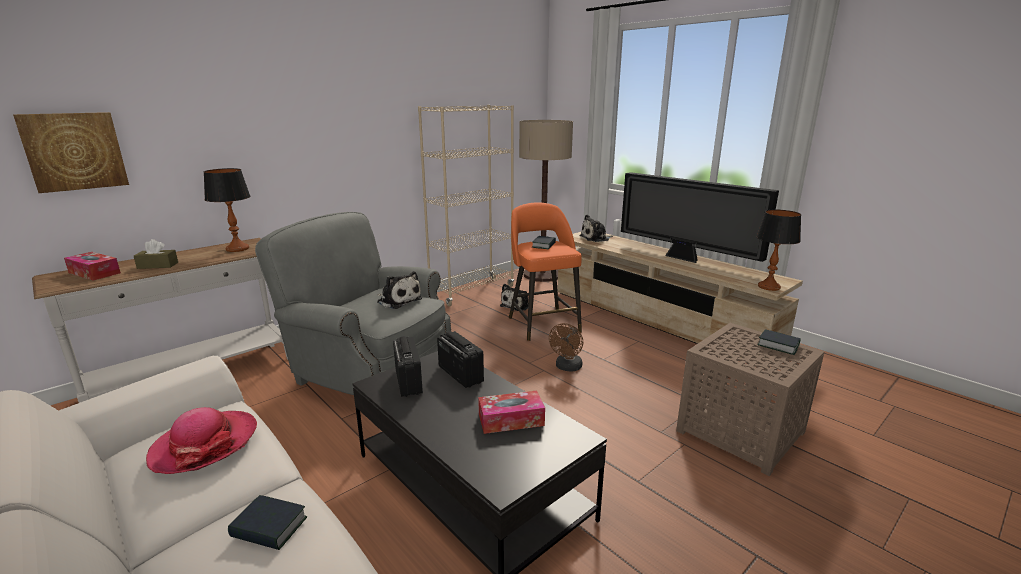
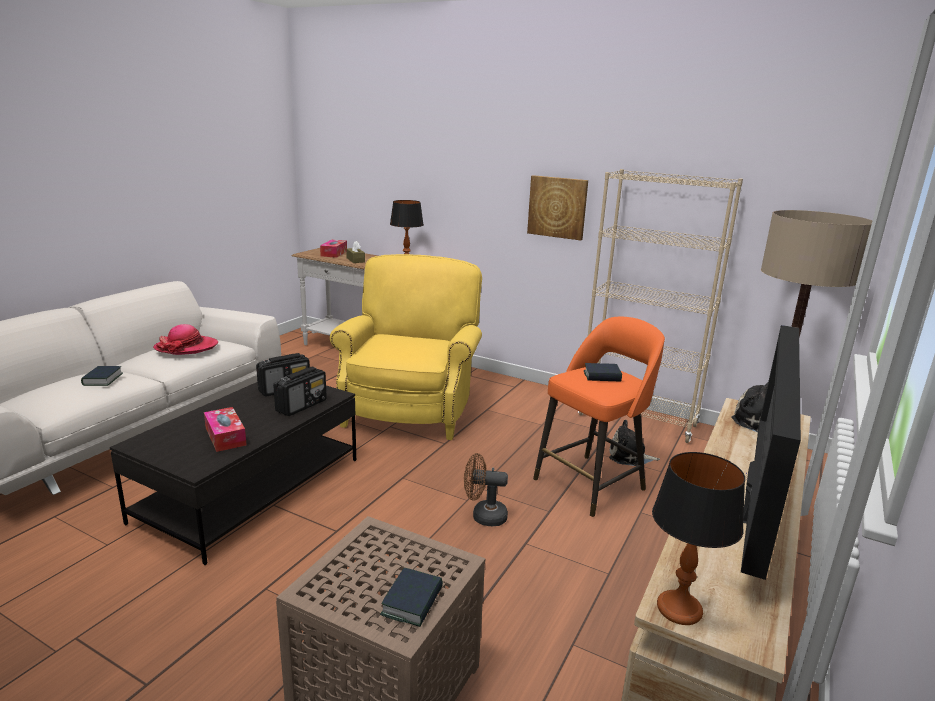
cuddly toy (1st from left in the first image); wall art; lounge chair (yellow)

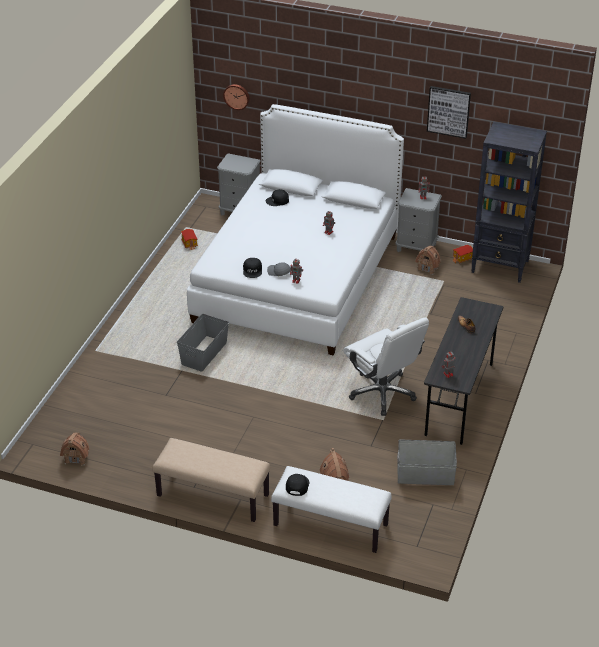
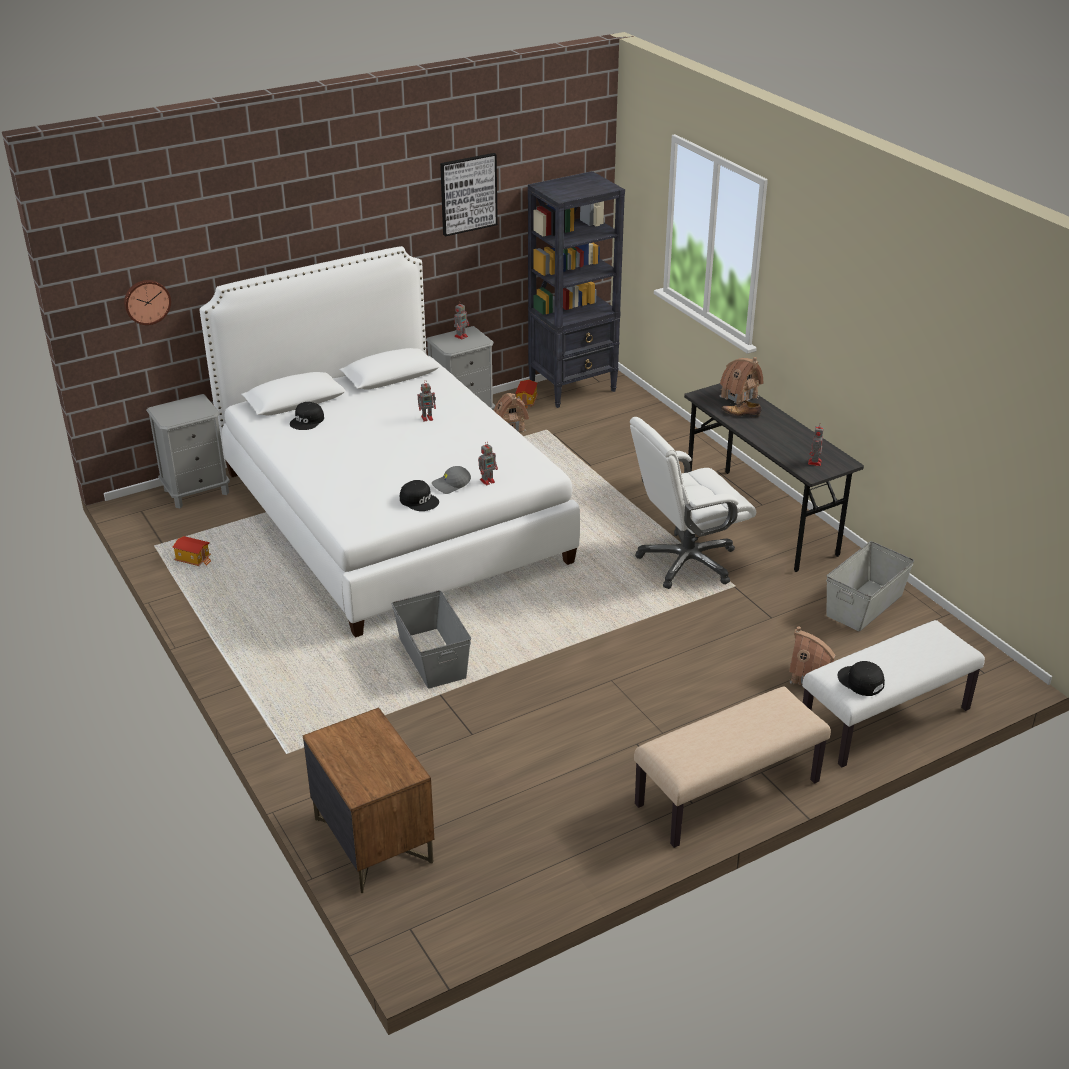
night table (brownish); miniature house (4th from left); office chair (white)

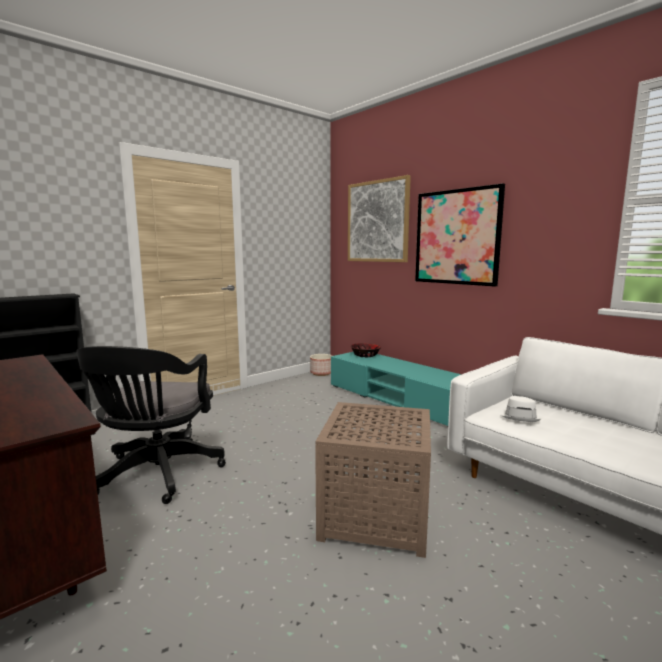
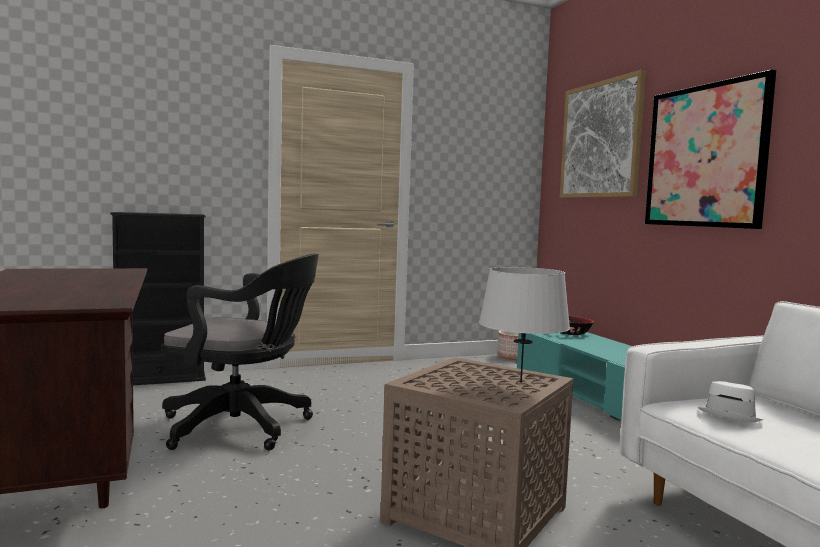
lamp for a table (gray); office chair (black-coloured)

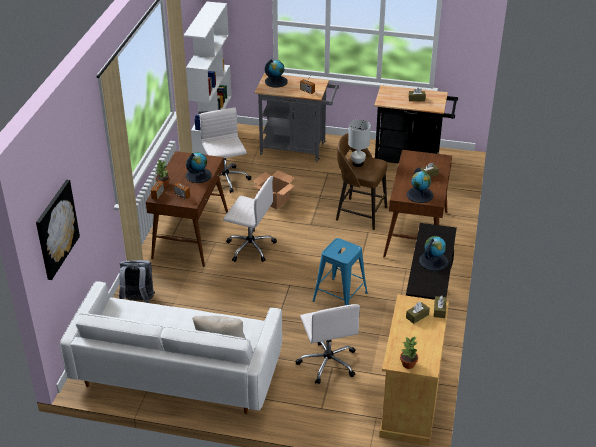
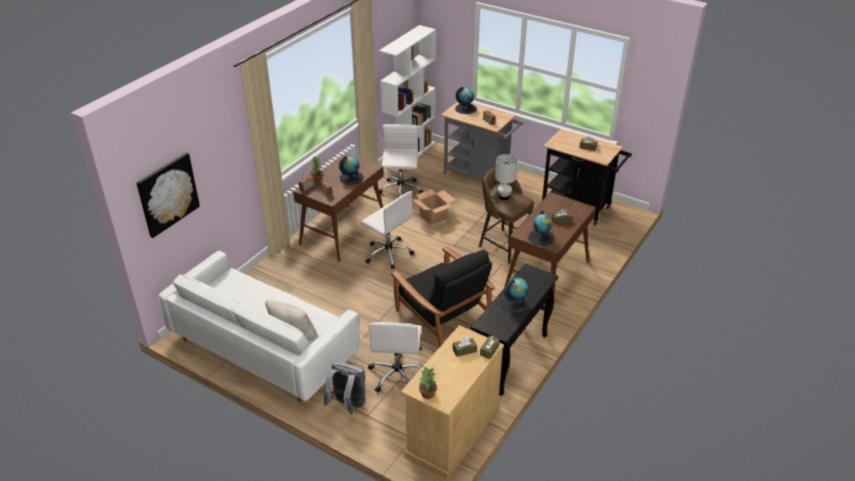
backpack (gray); lounge chair (black-coloured)

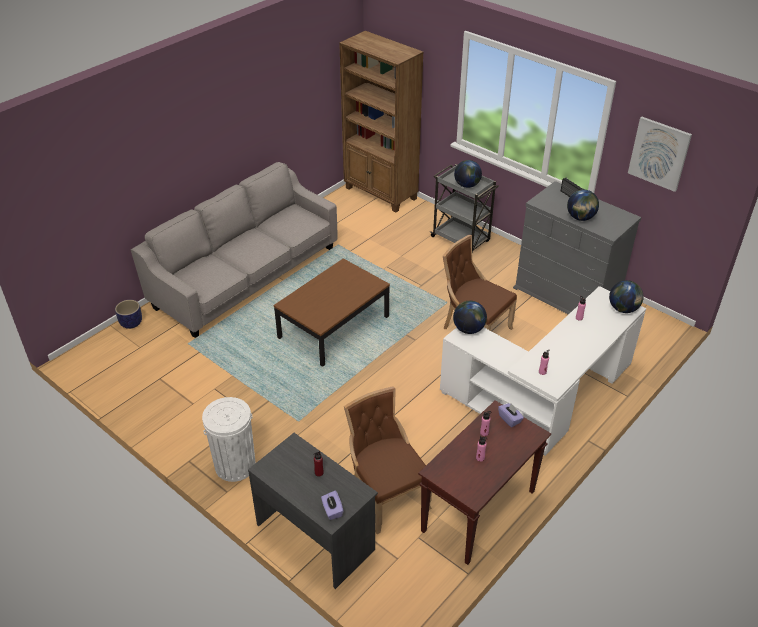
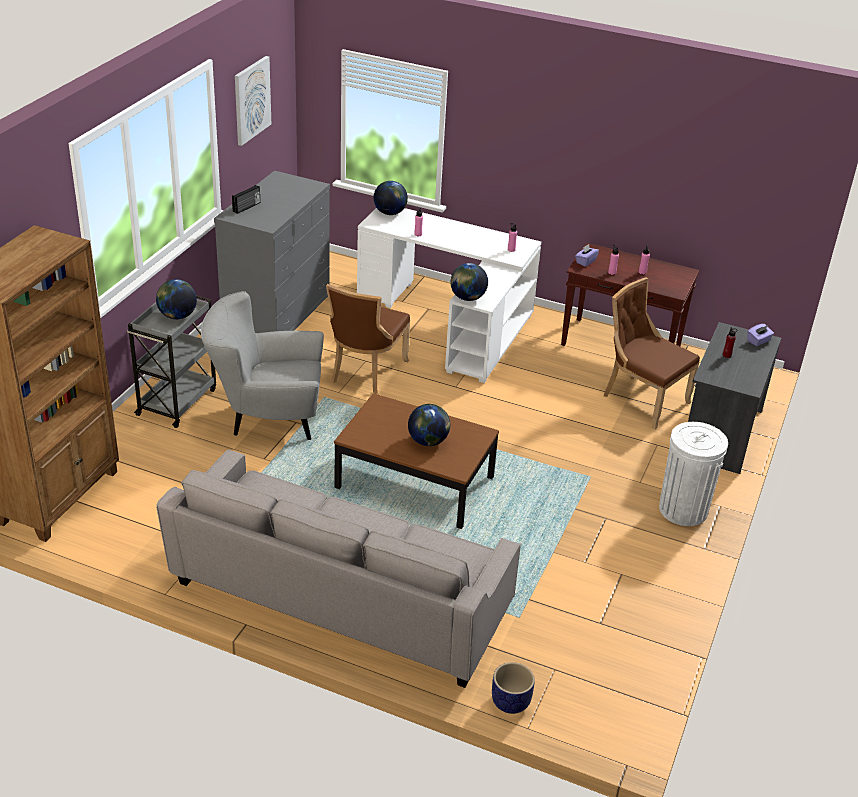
lounge chair (gray); globe (3rd from left); upright chair (brownish) (2nd from left)

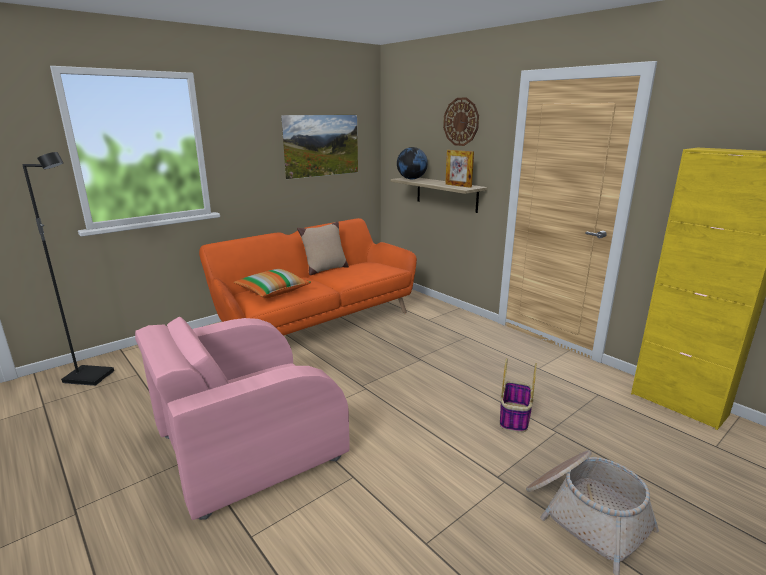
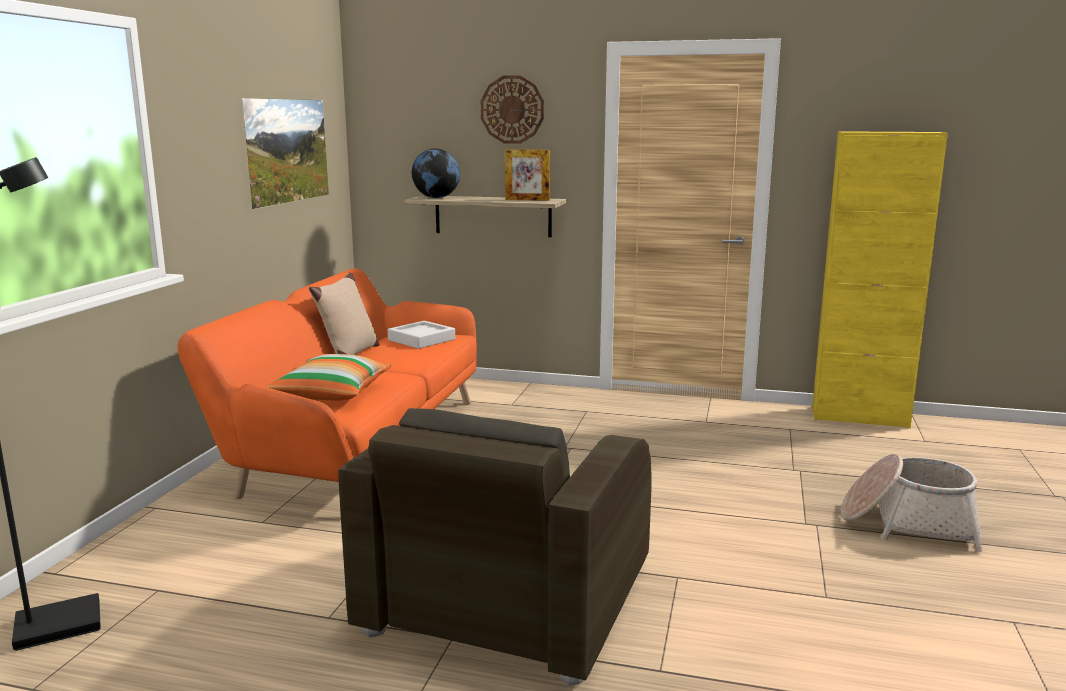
basket (1st from left in the first image); carrying tray (gray); lounge chair (brownish)

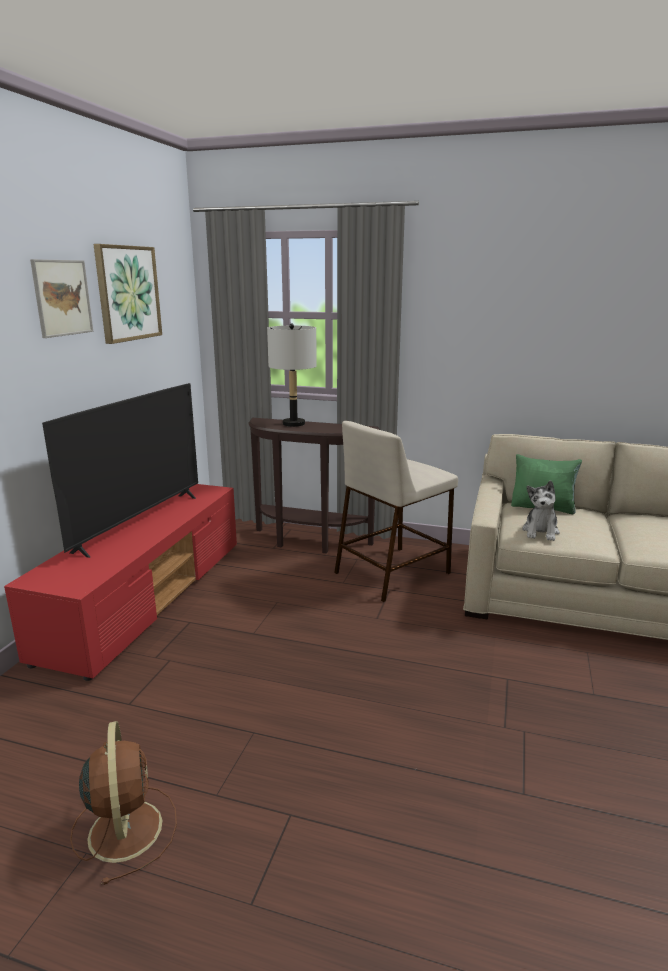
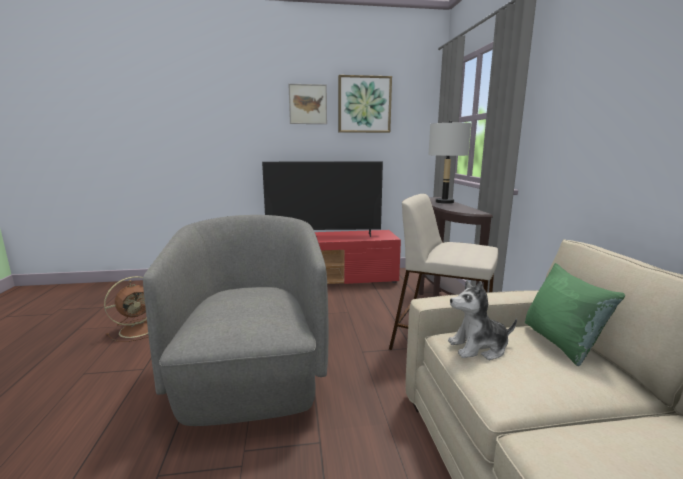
lounge chair (gray)

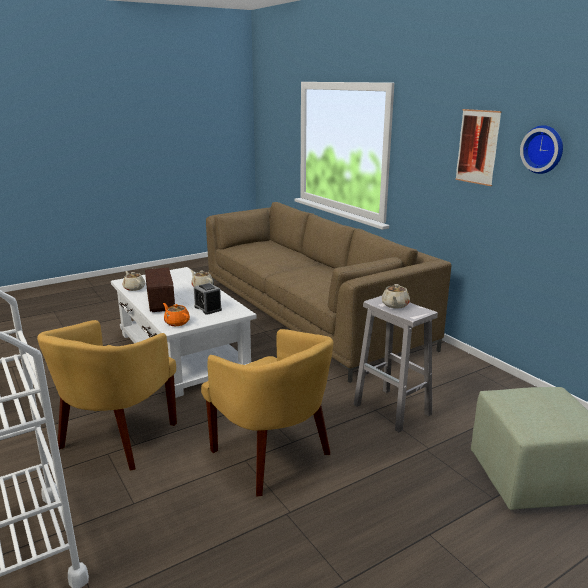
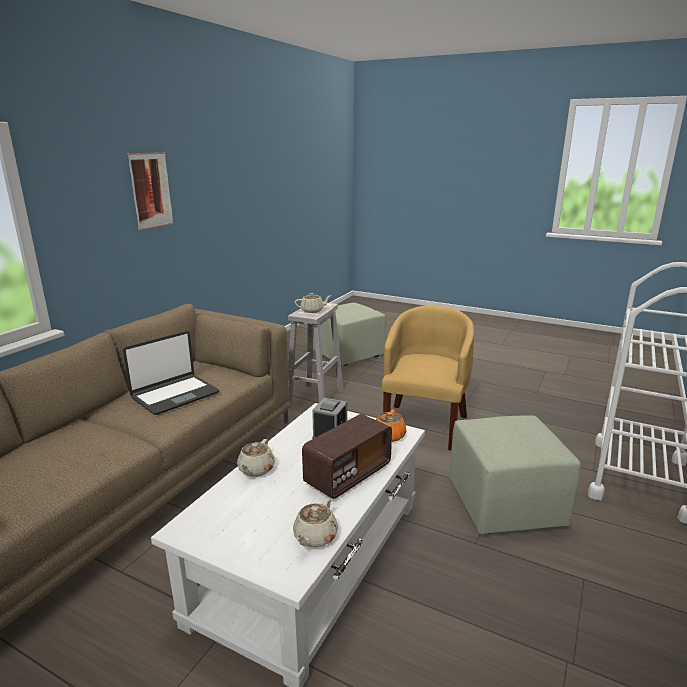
hanging clock; portable computer; ottoman (green-coloured) (2nd from left)

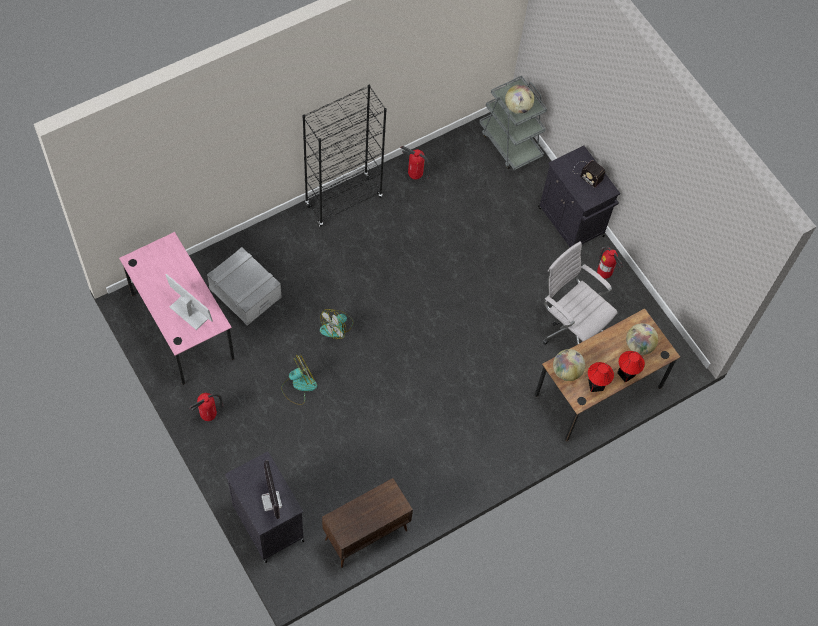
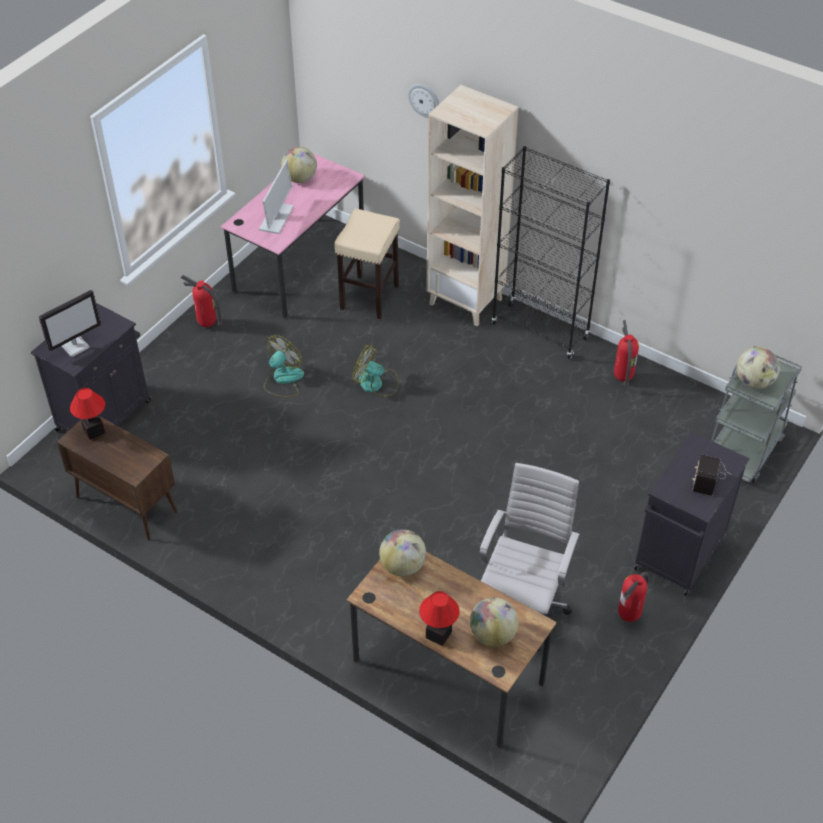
globe (1st from left); hanging clock; bookshelf (beige-coloured); lamp for a table (1st from left); stool (beige-coloured); cooling fan (1st from left)

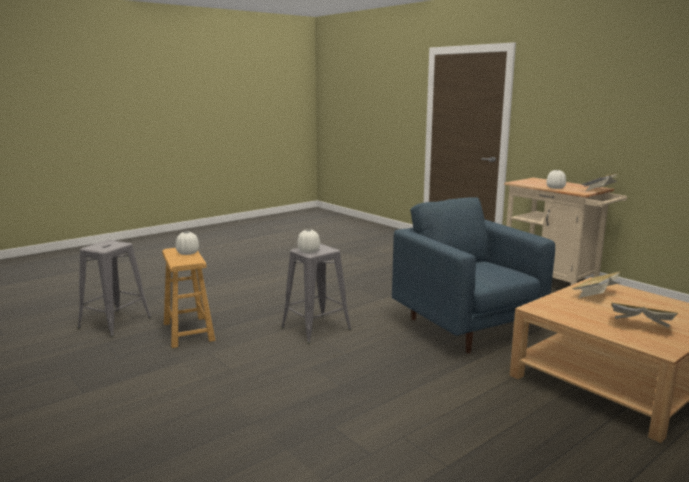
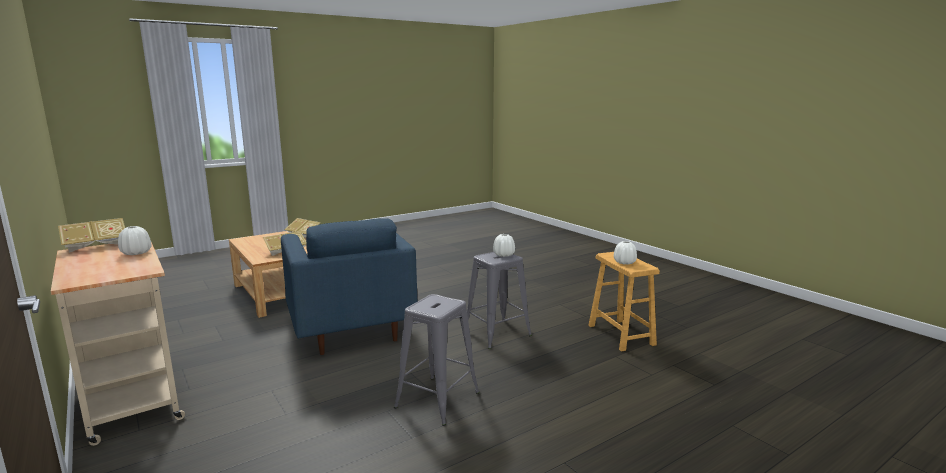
stool (gray) (1st from left)

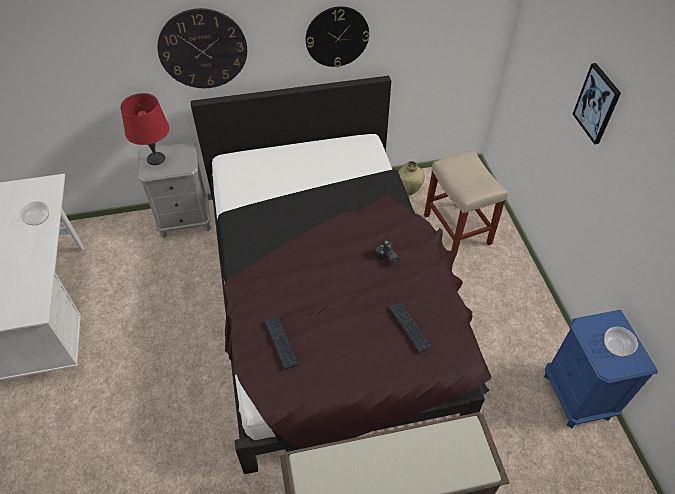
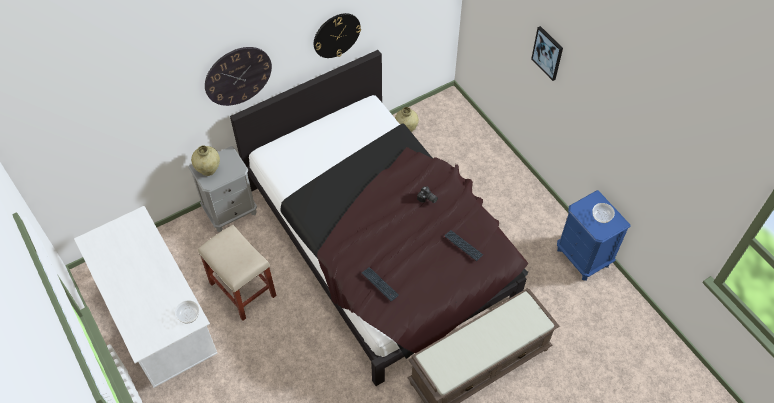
deep dish (1st from left); stool (beige-coloured); vase (beige-coloured) (1st from left)

